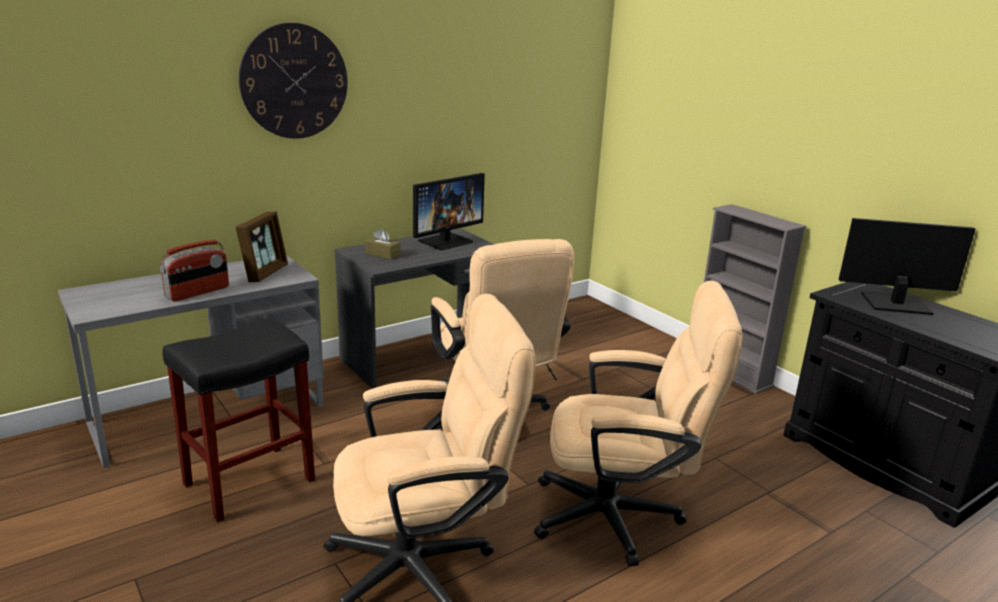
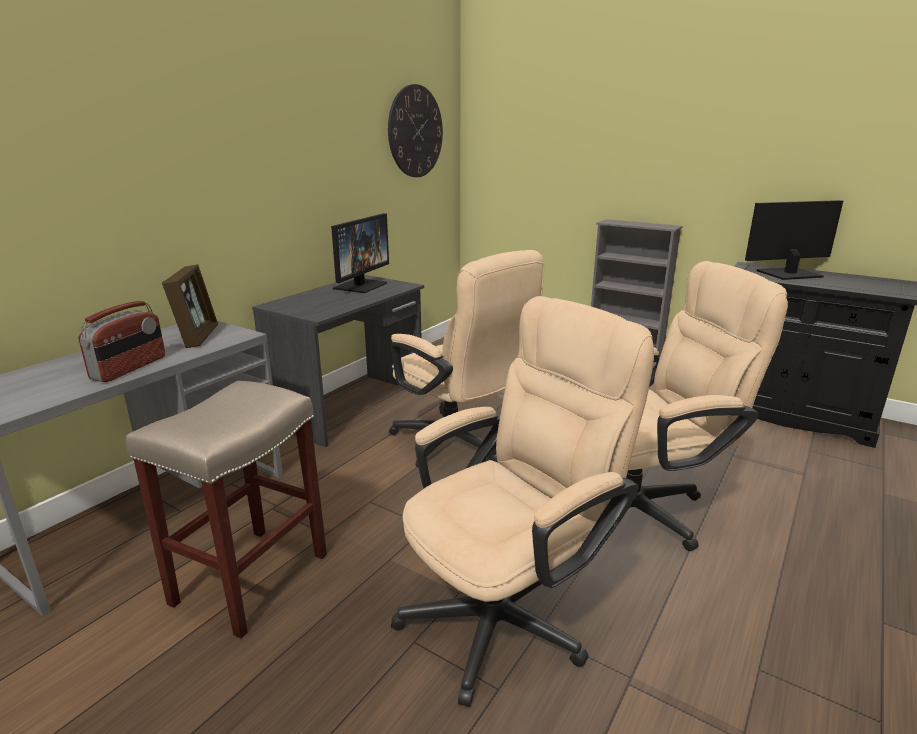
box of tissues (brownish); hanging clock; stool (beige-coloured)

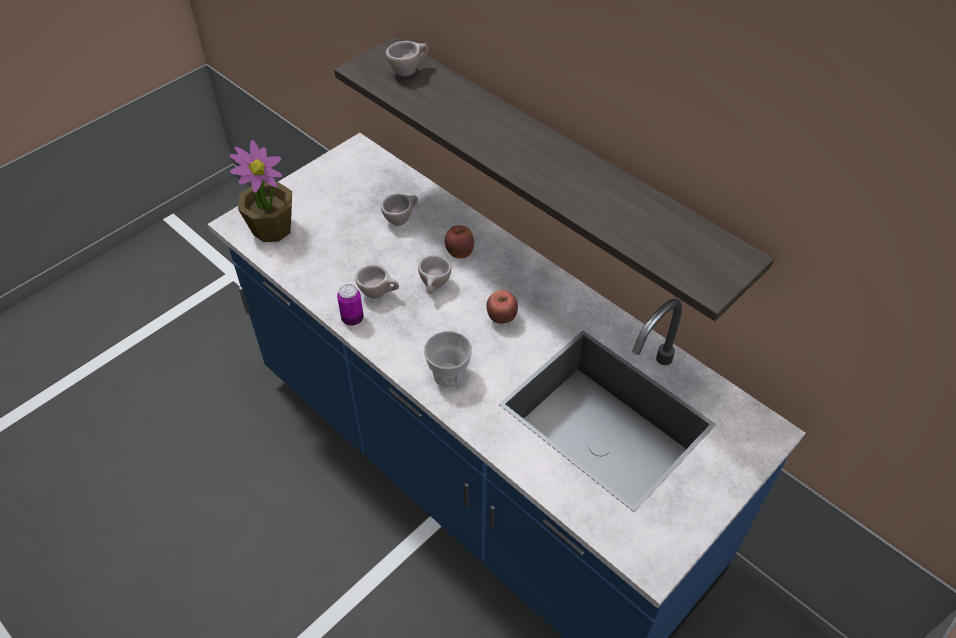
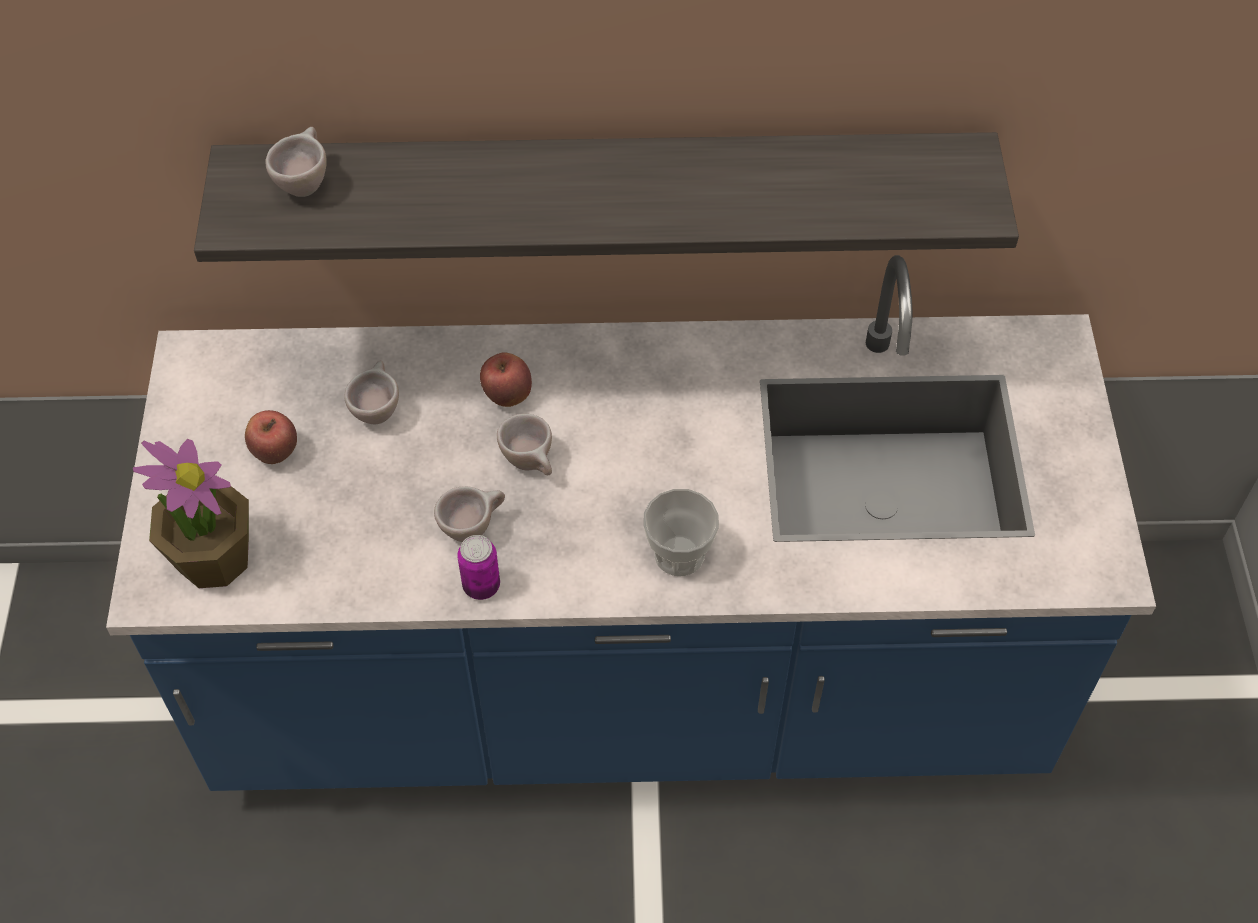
apple fruit (1st from left)

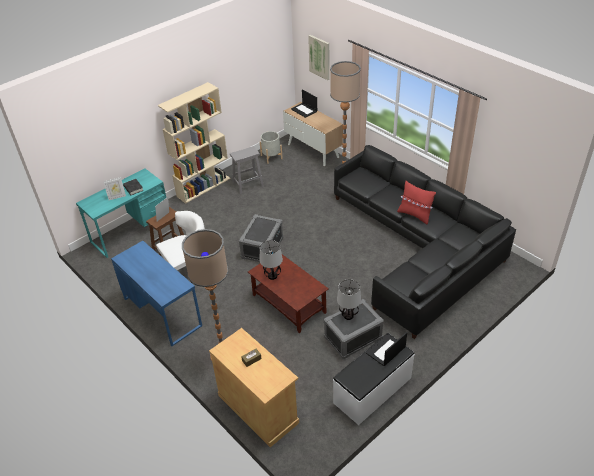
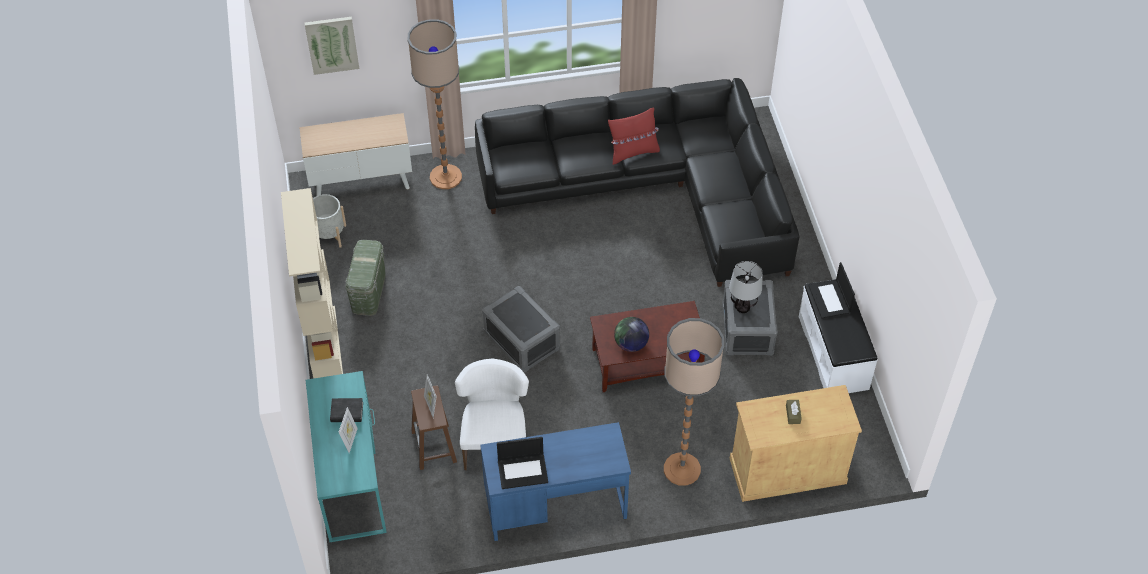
portable computer (1st from left); storage container (green-coloured); globe

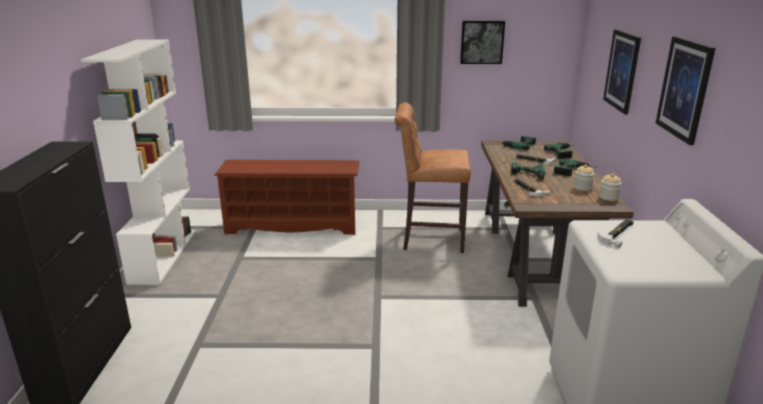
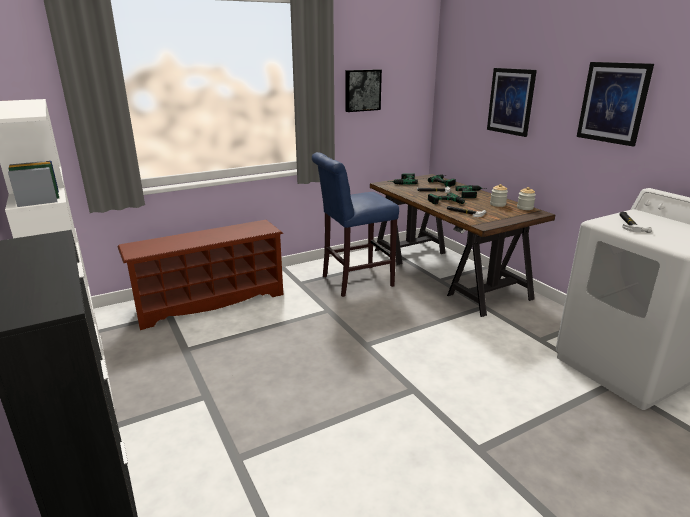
stool (blue)

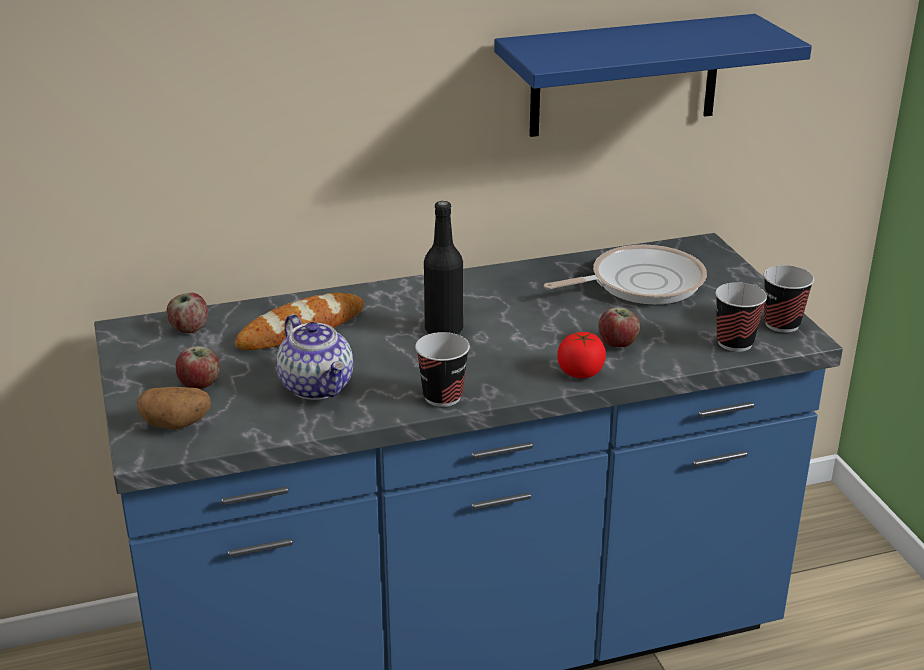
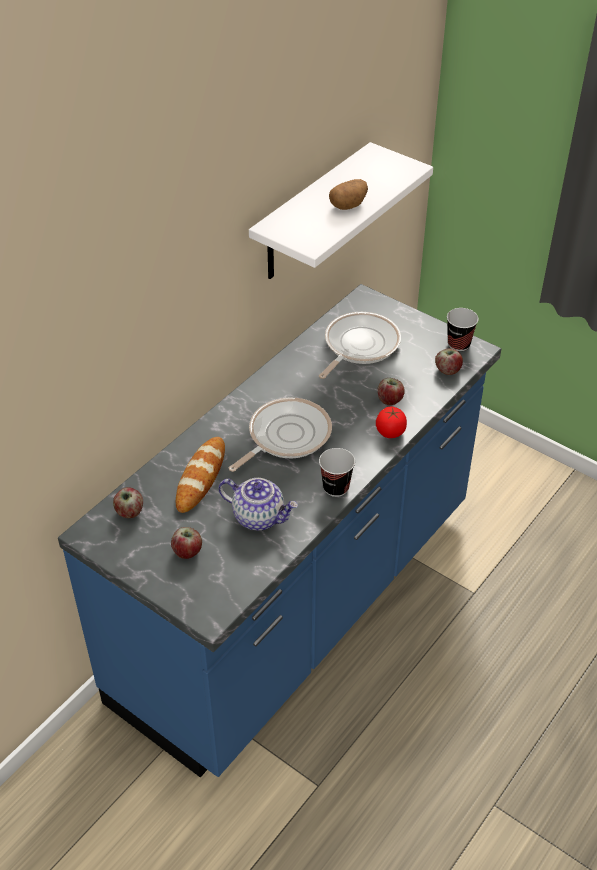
potato; pan (1st from left); apple fruit (4th from left); wall shelf (white)

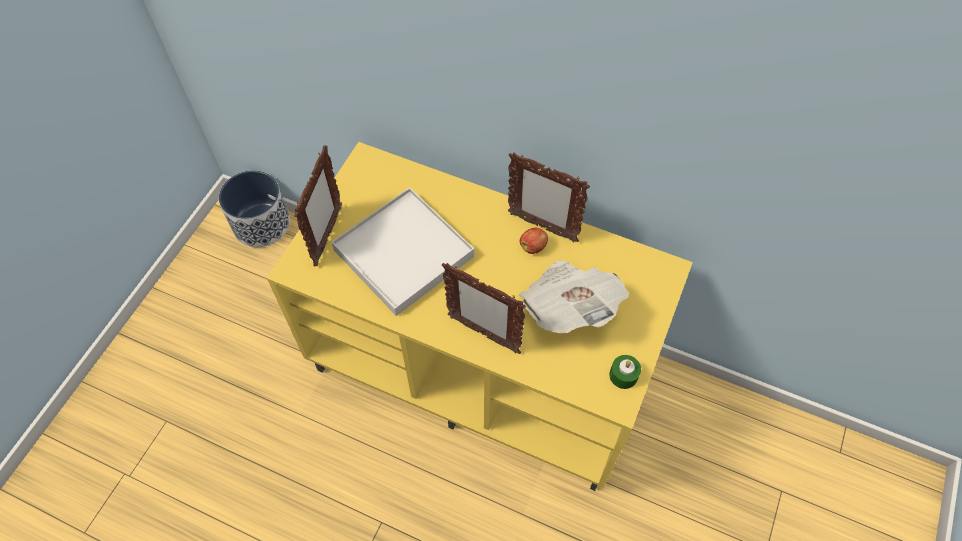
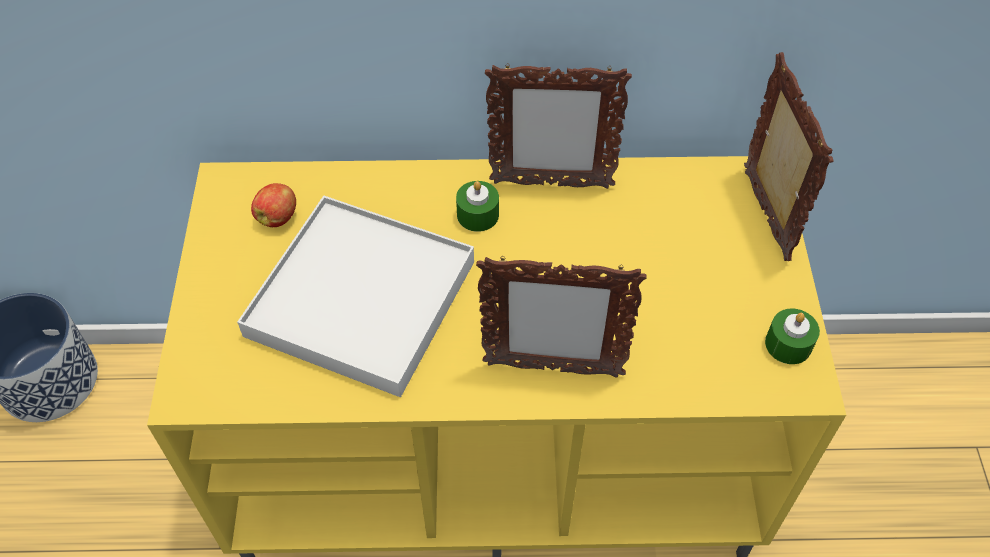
newspaper; candle (green-coloured) (1st from left); standing frame (3rd from left); apple fruit

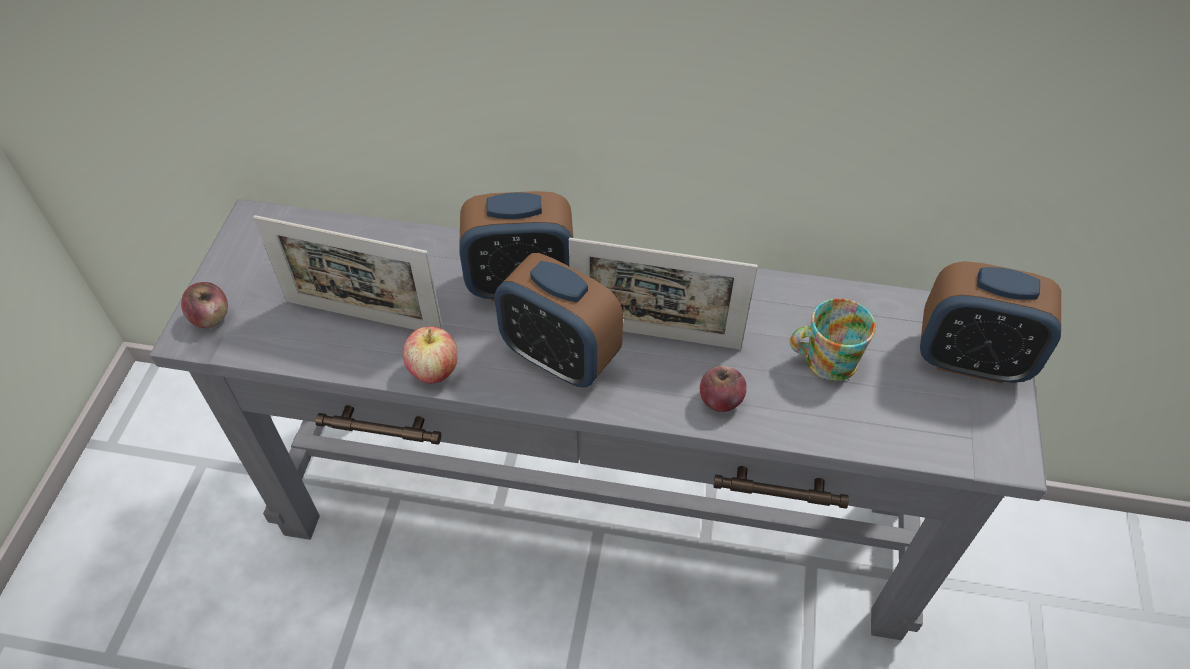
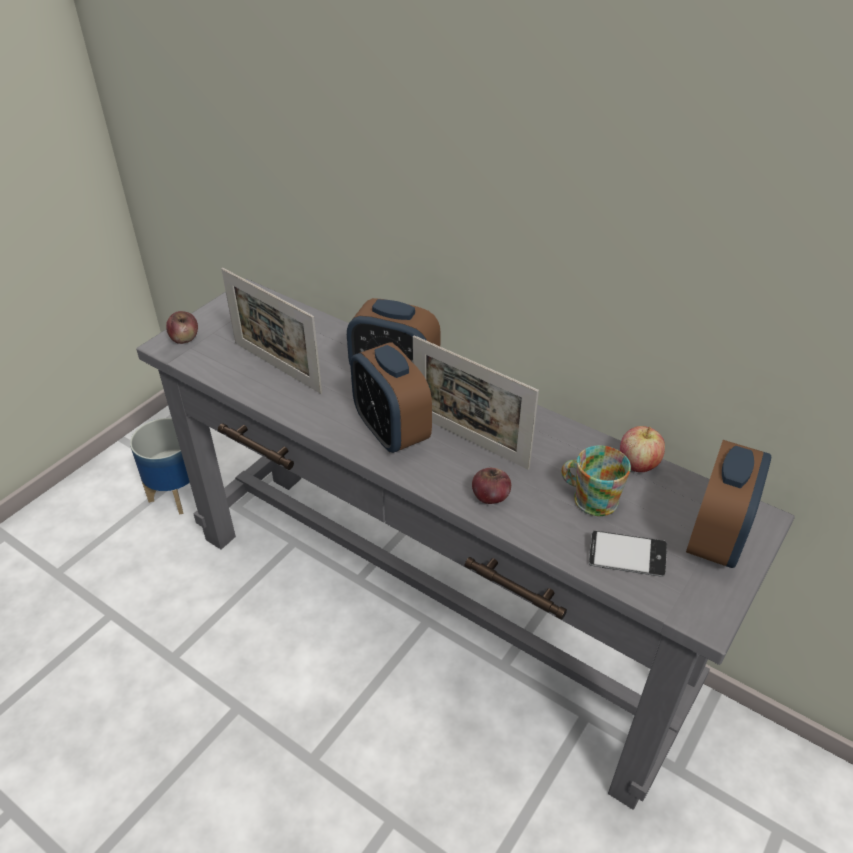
flower pot; phone; apple fruit (3rd from left); bedside clock (3rd from left)

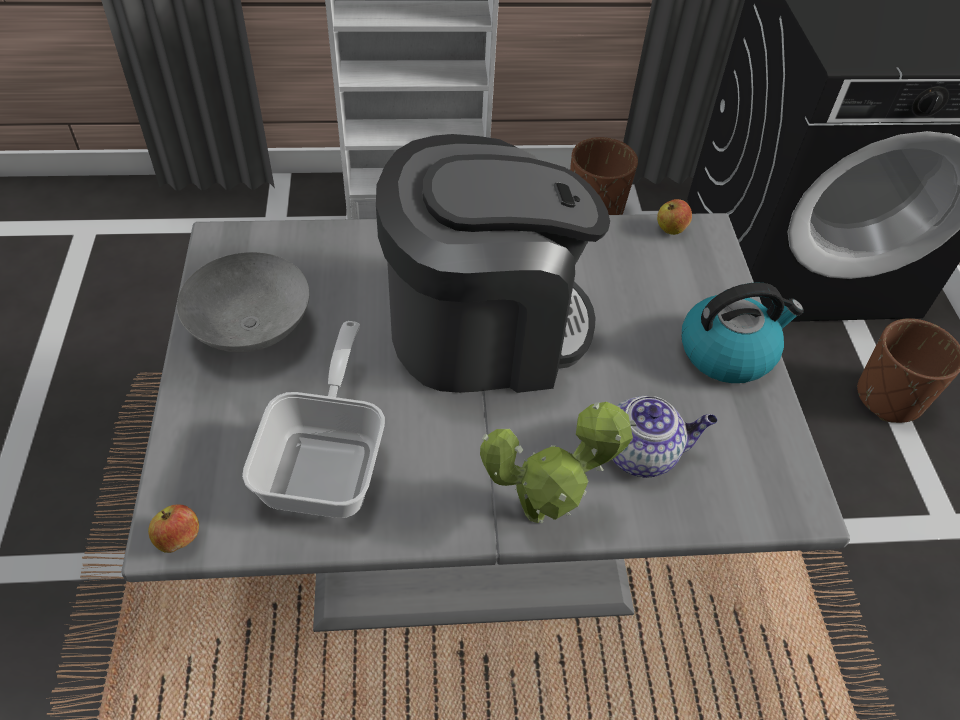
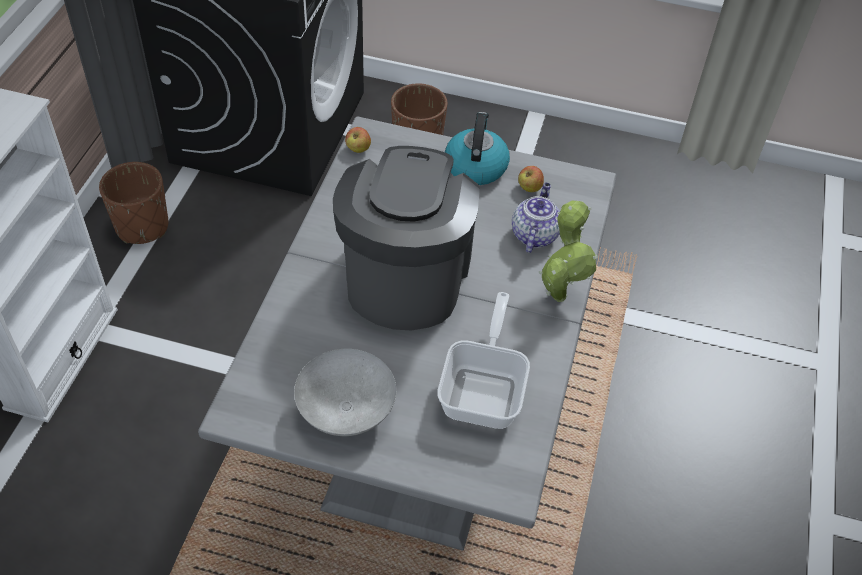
apple fruit (2nd from left); pan

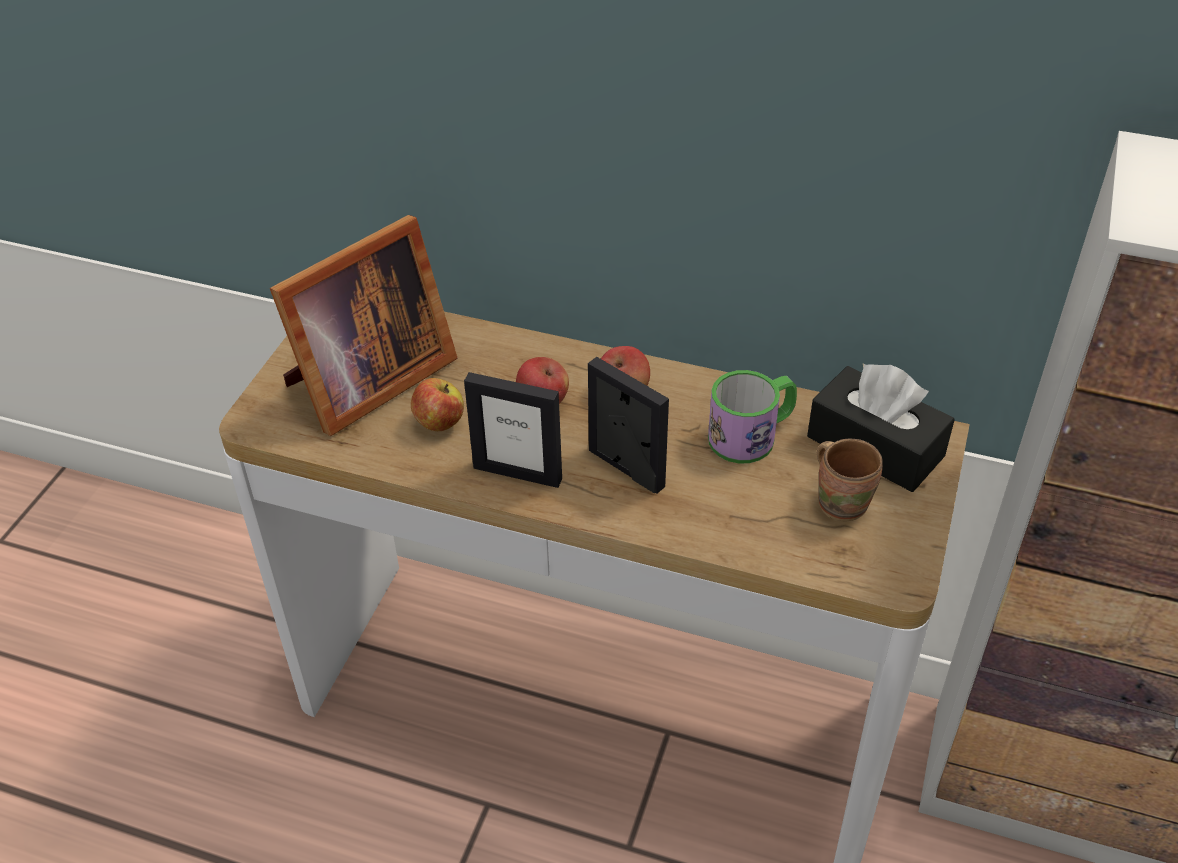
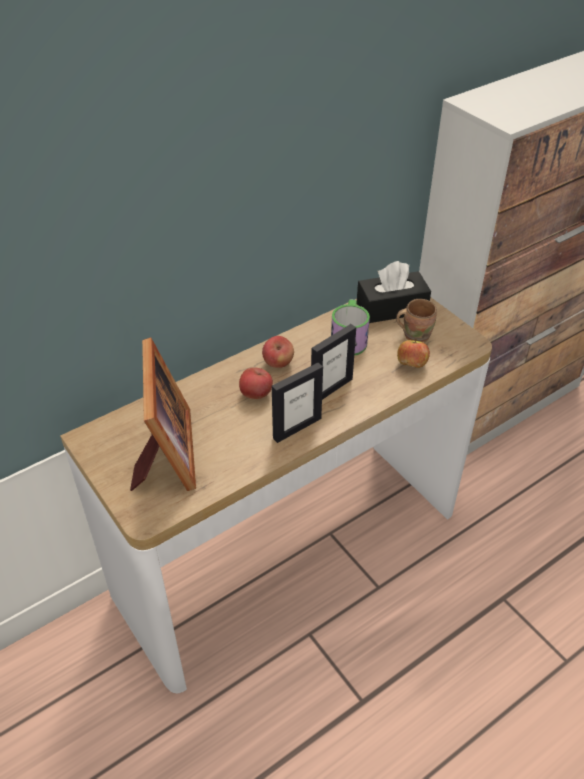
apple fruit (3rd from left); standing frame (3rd from left)

